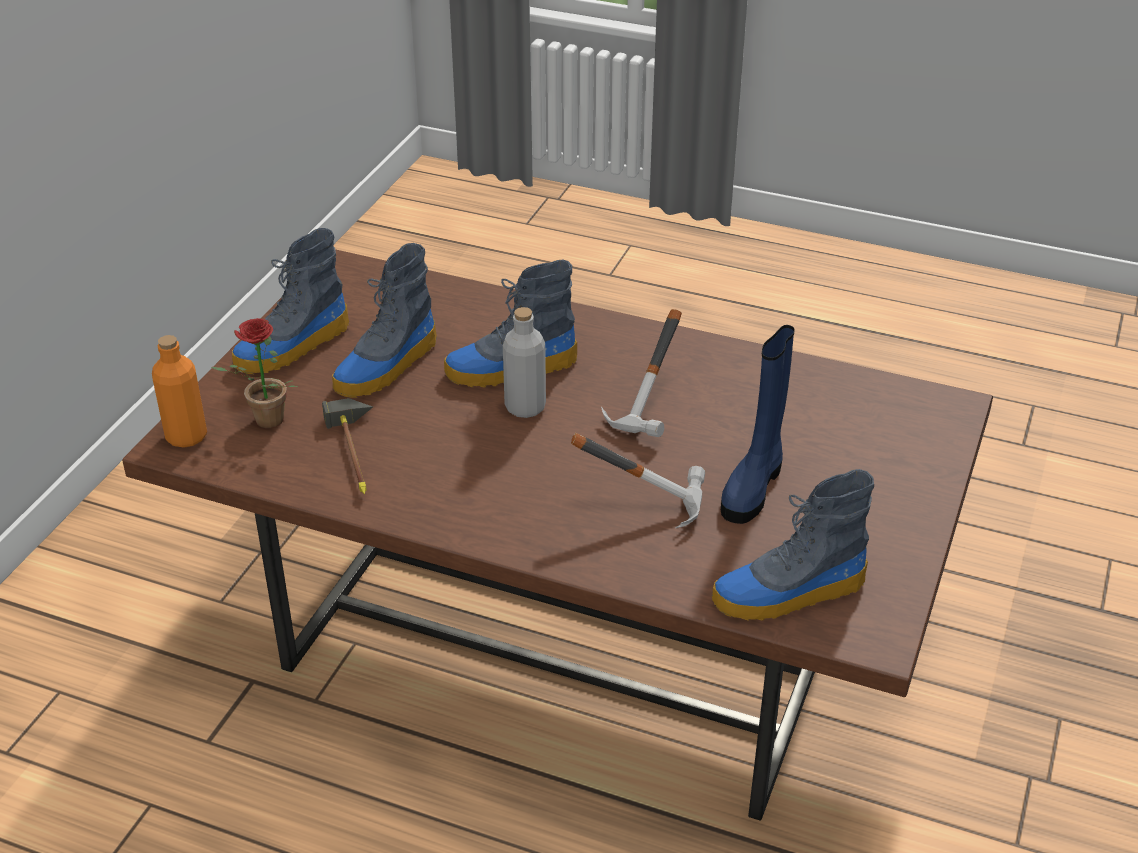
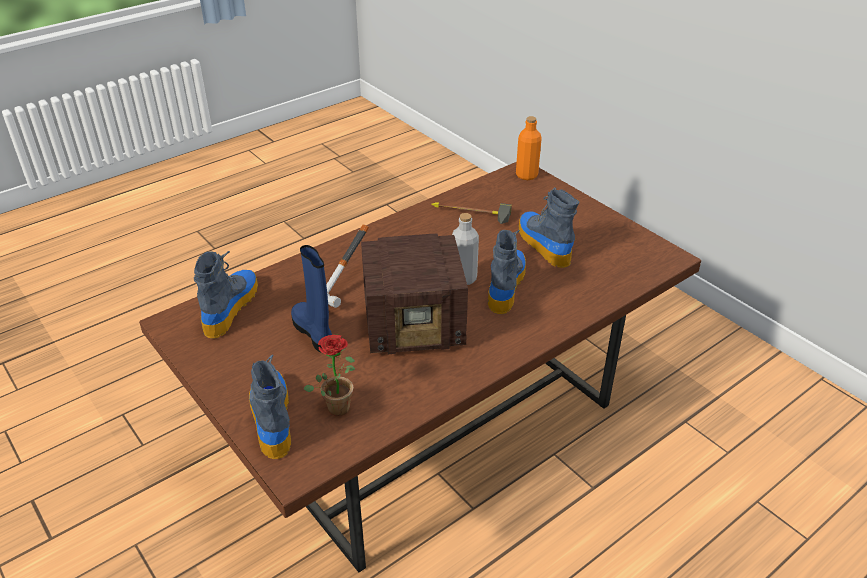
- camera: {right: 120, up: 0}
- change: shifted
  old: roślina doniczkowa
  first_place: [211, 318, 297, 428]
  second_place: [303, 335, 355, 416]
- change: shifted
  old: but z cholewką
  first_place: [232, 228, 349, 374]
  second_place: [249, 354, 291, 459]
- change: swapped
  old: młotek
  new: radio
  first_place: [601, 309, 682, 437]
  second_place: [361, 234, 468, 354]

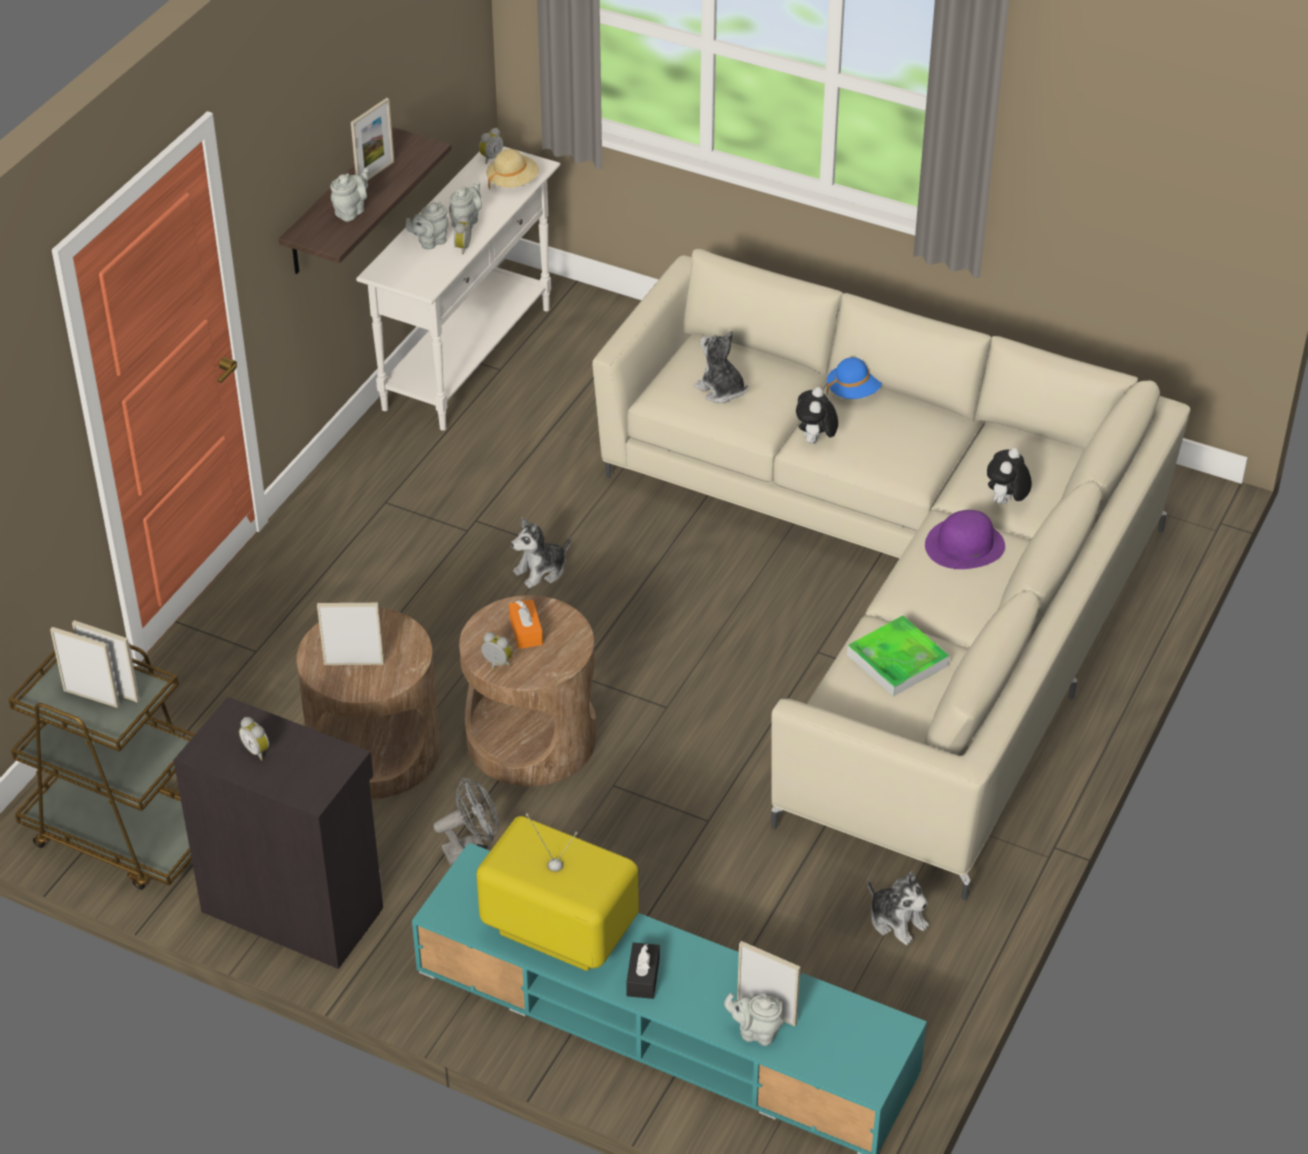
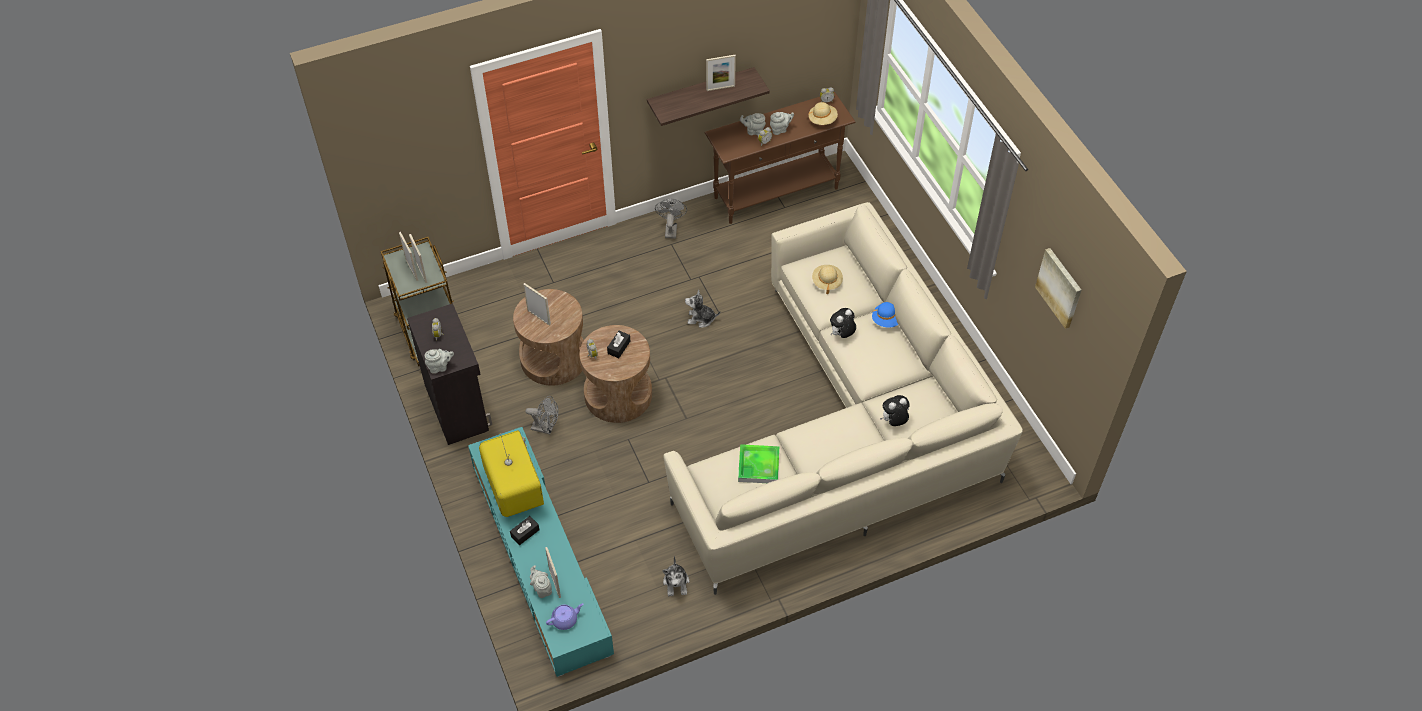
- camera: {right: 40, up: 10}
- change: shifted
  old: imbryk (szary)
  first_place: [330, 168, 368, 222]
  second_place: [425, 349, 454, 374]
- change: repainted
  old: stolik konsolowy (biały)
  new: stolik konsolowy (brązowy)
  first_place: [356, 146, 560, 431]
  second_place: [705, 92, 856, 224]
- change: repainted
  old: pudełko chusteczek (pomarańczowy)
  new: pudełko chusteczek (czarny)
  first_place: [509, 599, 543, 649]
  second_place: [607, 331, 630, 358]
- change: swapped
  old: pluszak
  new: kapelusz (beżowy)
  first_place: [694, 331, 748, 403]
  second_place: [812, 265, 843, 294]
- change: gone
  old: kapelusz (fioletowy)
  first_place: [925, 510, 1005, 569]
- change: new
  new: imbryk (fioletowy)
  second_place: [546, 603, 583, 630]
- change: new
  new: wentylator (szary)
  second_place: [655, 198, 687, 239]
- change: new
  new: obraz
  second_place: [1035, 248, 1081, 329]

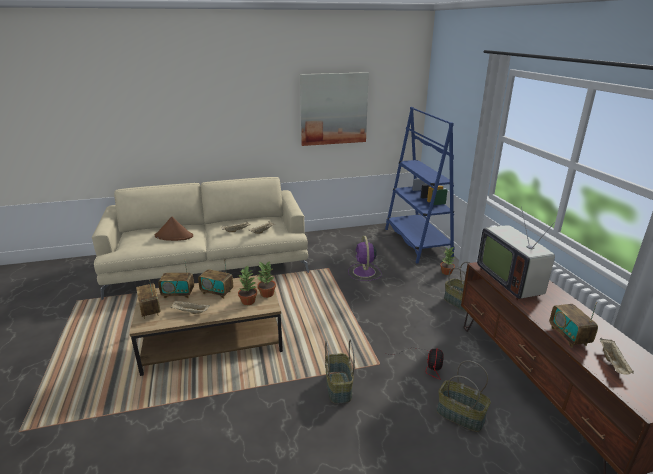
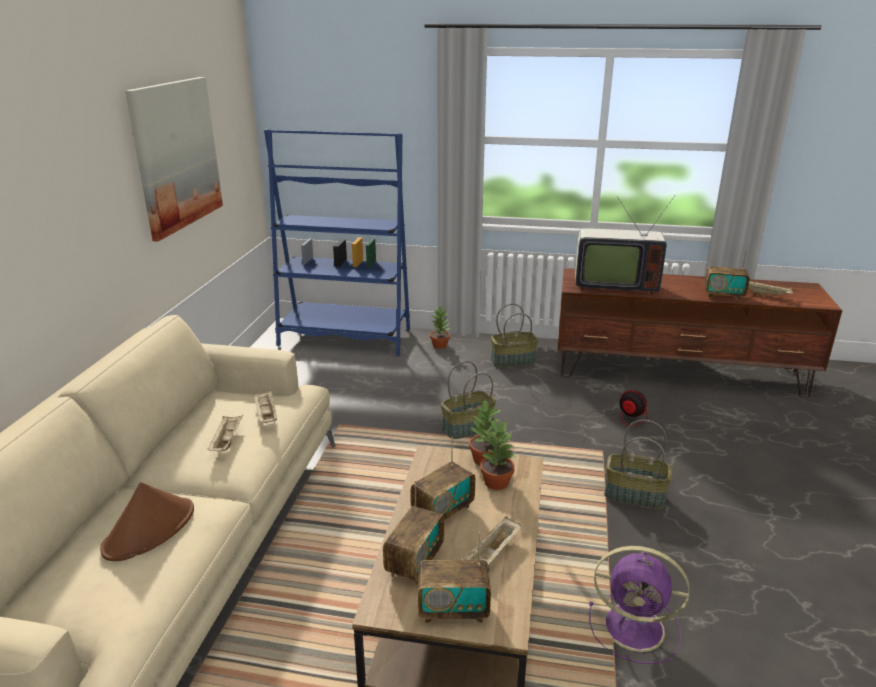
- camera: {right: -65, up: 0}
- change: shifted
  old: wentylator (fioletowy)
  first_place: [348, 236, 382, 281]
  second_place: [589, 546, 690, 664]
- change: shifted
  old: koszyk
  first_place: [437, 360, 491, 432]
  second_place: [441, 361, 496, 439]

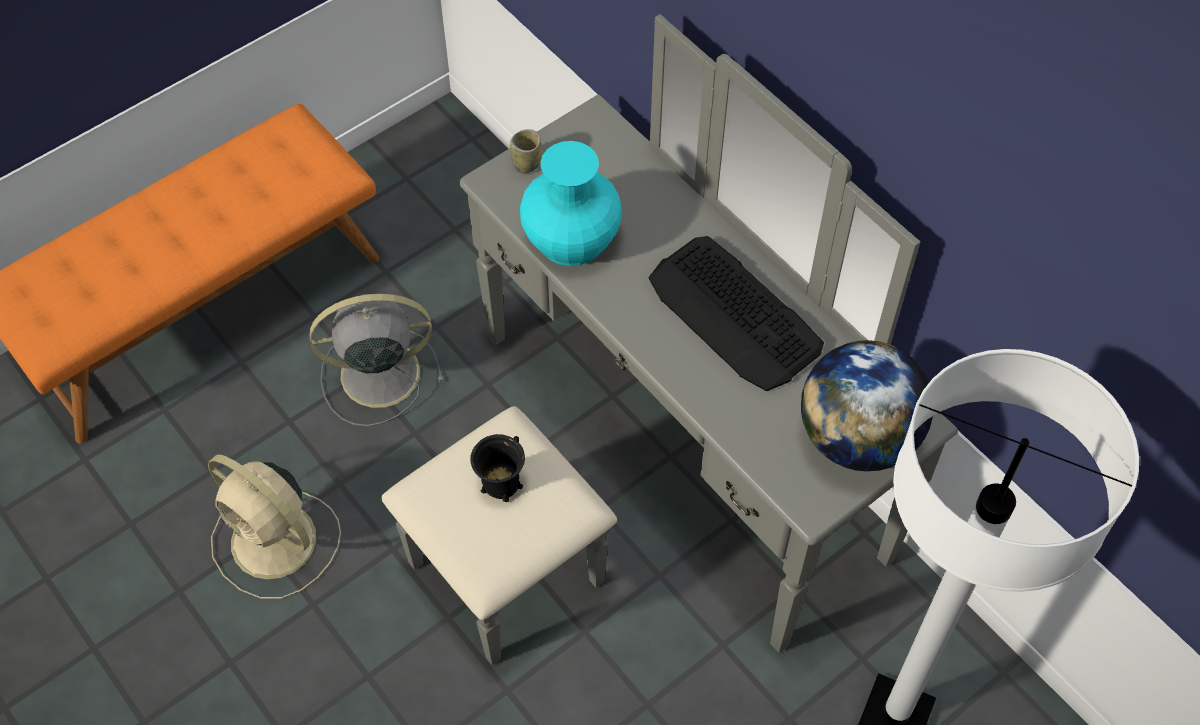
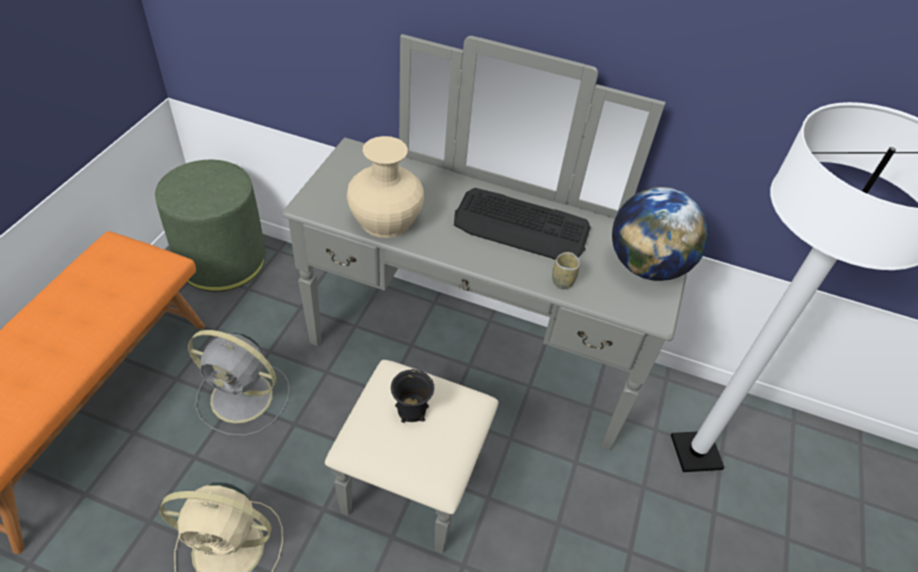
- camera: {right: -35, up: -10}
- change: rotated
  old: wentylator (szary)
  first_place: [309, 294, 444, 426]
  second_place: [188, 330, 290, 436]
  degrees: -120
- change: shifted
  old: filiżanka
  first_place: [510, 129, 542, 173]
  second_place: [552, 252, 580, 289]
- change: repainted
  old: wazon (turkusowy)
  new: wazon (beżowy)
  first_place: [520, 141, 622, 266]
  second_place: [347, 136, 424, 238]
- change: new
  new: pufa (zielony)
  second_place: [155, 160, 265, 292]

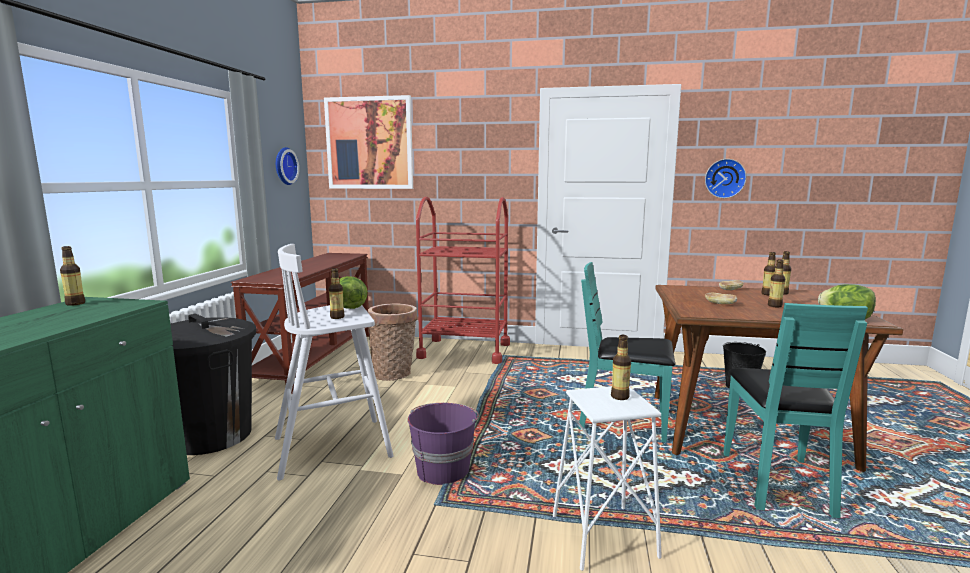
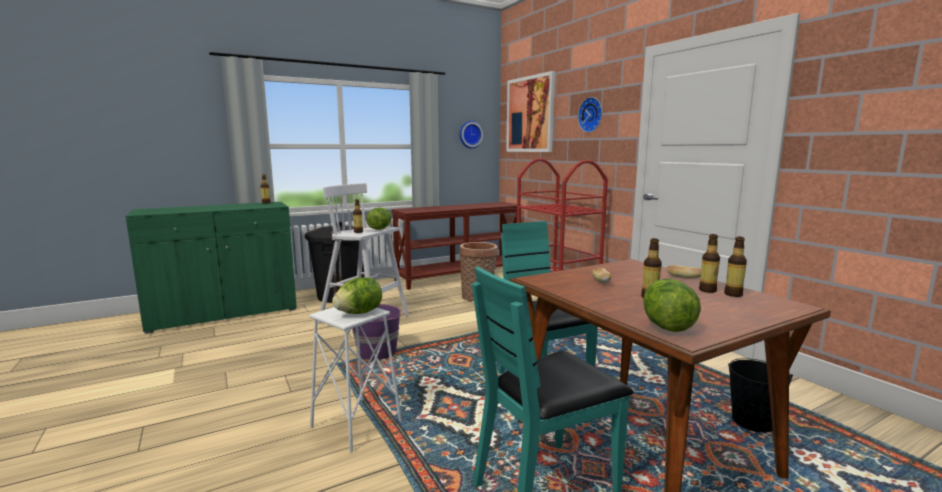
- camera: {right: 50, up: 0}
- change: swapped
  old: butelka
  new: sałata
  first_place: [611, 335, 631, 400]
  second_place: [332, 277, 382, 314]
- change: shifted
  old: zegar ścienny
  first_place: [705, 159, 747, 198]
  second_place: [578, 97, 602, 132]

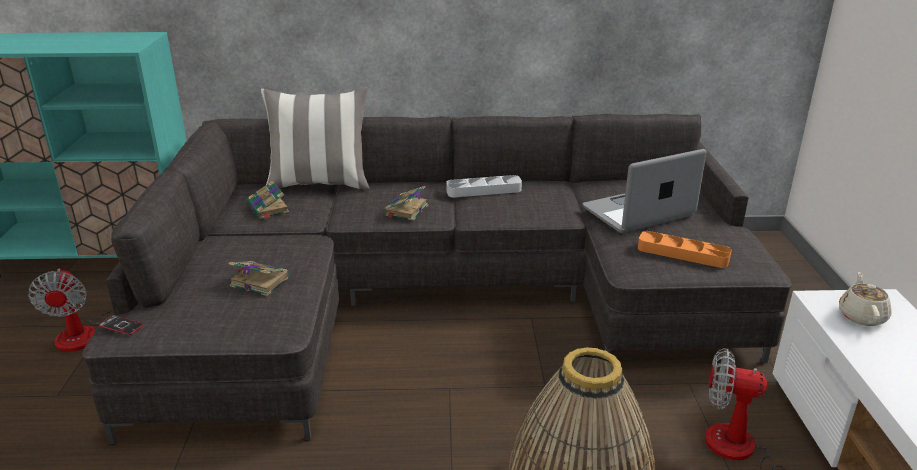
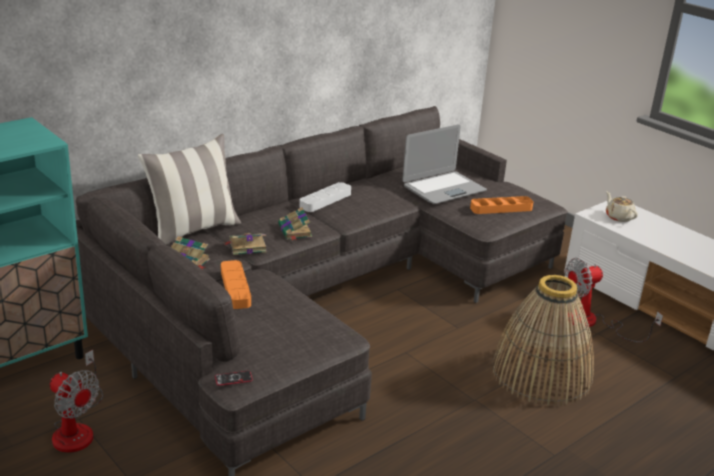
- camera: {right: -40, up: 0}
- change: shifted
  old: książka
  first_place: [229, 261, 289, 296]
  second_place: [225, 233, 267, 255]
- change: rotated
  old: laptop
  first_place: [583, 149, 707, 233]
  second_place: [402, 124, 487, 204]
  degrees: -150
- change: new
  new: taca (pomarańczowy)
  second_place: [221, 260, 251, 309]

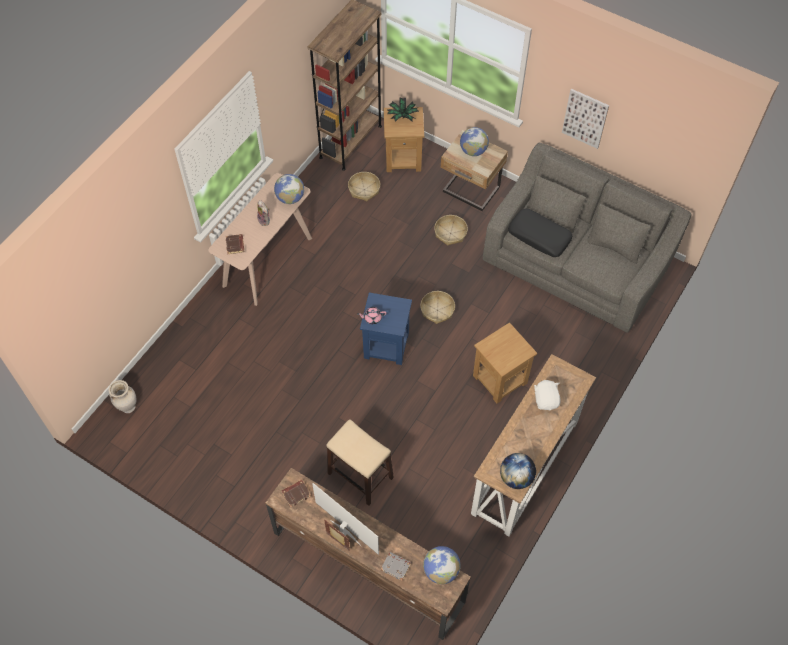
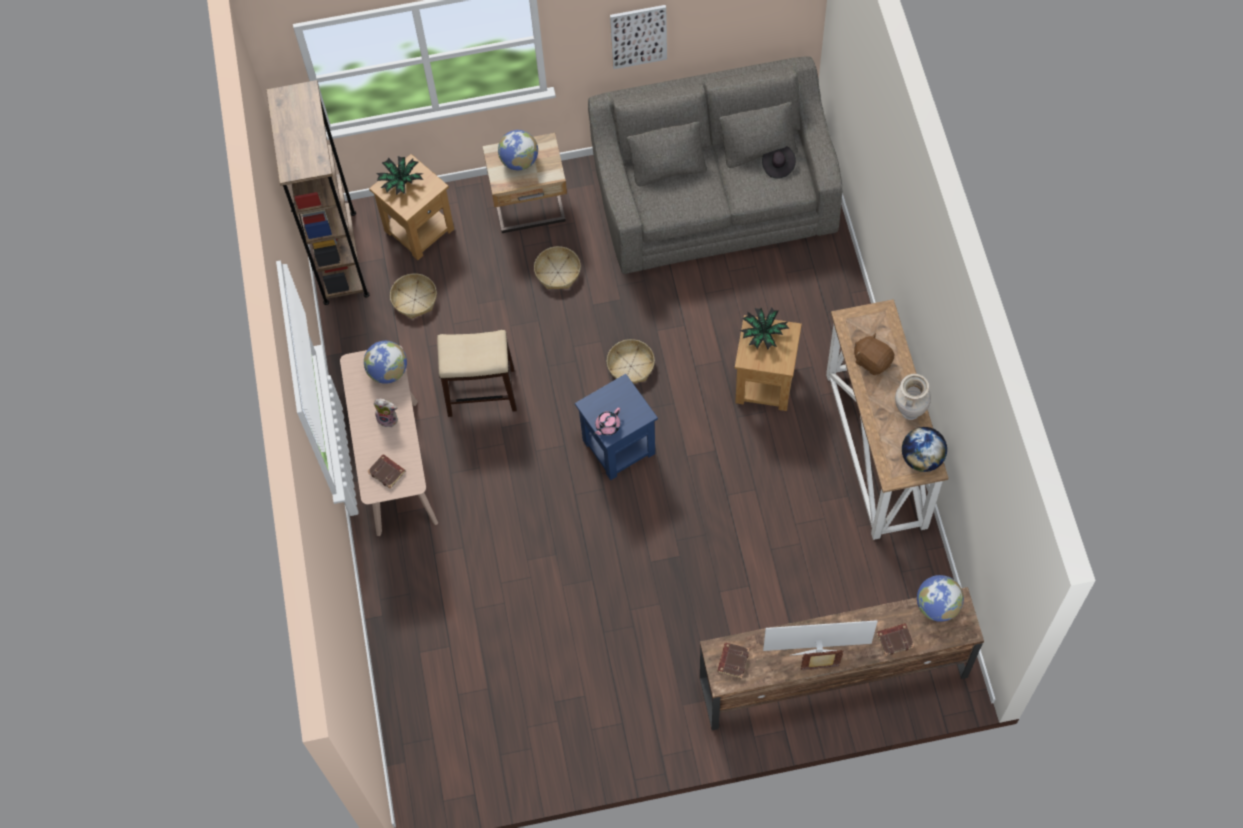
- camera: {right: -40, up: 5}
- change: shifted
  old: wazon (beżowy)
  first_place: [108, 380, 137, 413]
  second_place: [895, 374, 931, 420]
- change: shifted
  old: stołek
  first_place: [326, 419, 394, 506]
  second_place: [437, 330, 517, 417]
- change: repainted
  old: książka (szary)
  new: książka (brązowy)
  first_place: [381, 552, 411, 580]
  second_place: [877, 623, 914, 656]
- change: gone
  old: poduszka (czarny)
  first_place: [508, 209, 573, 257]
- change: repainted
  old: pluszak (biały)
  new: pluszak (brązowy)
  first_place: [534, 380, 561, 410]
  second_place: [854, 333, 895, 375]
- change: new
  new: roślina doniczkowa
  second_place: [740, 308, 789, 350]
- change: new
  new: kapelusz (czarny)
  second_place: [762, 146, 796, 179]

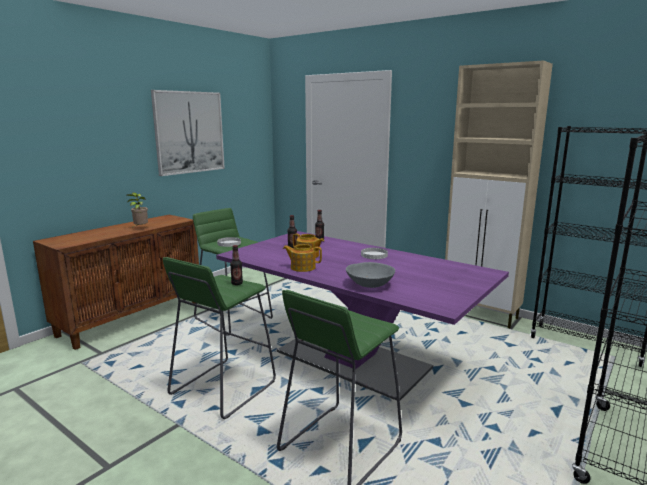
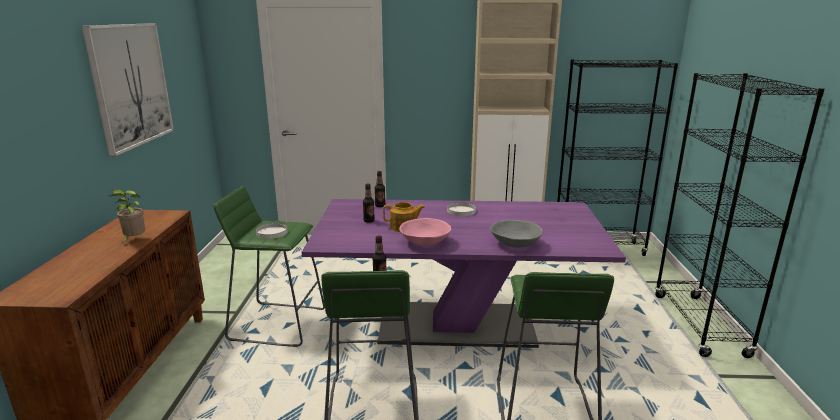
- camera: {right: -35, up: 5}
- change: swapped
  old: imbryk
  new: miska (różowy)
  first_place: [283, 244, 322, 272]
  second_place: [400, 218, 451, 246]

